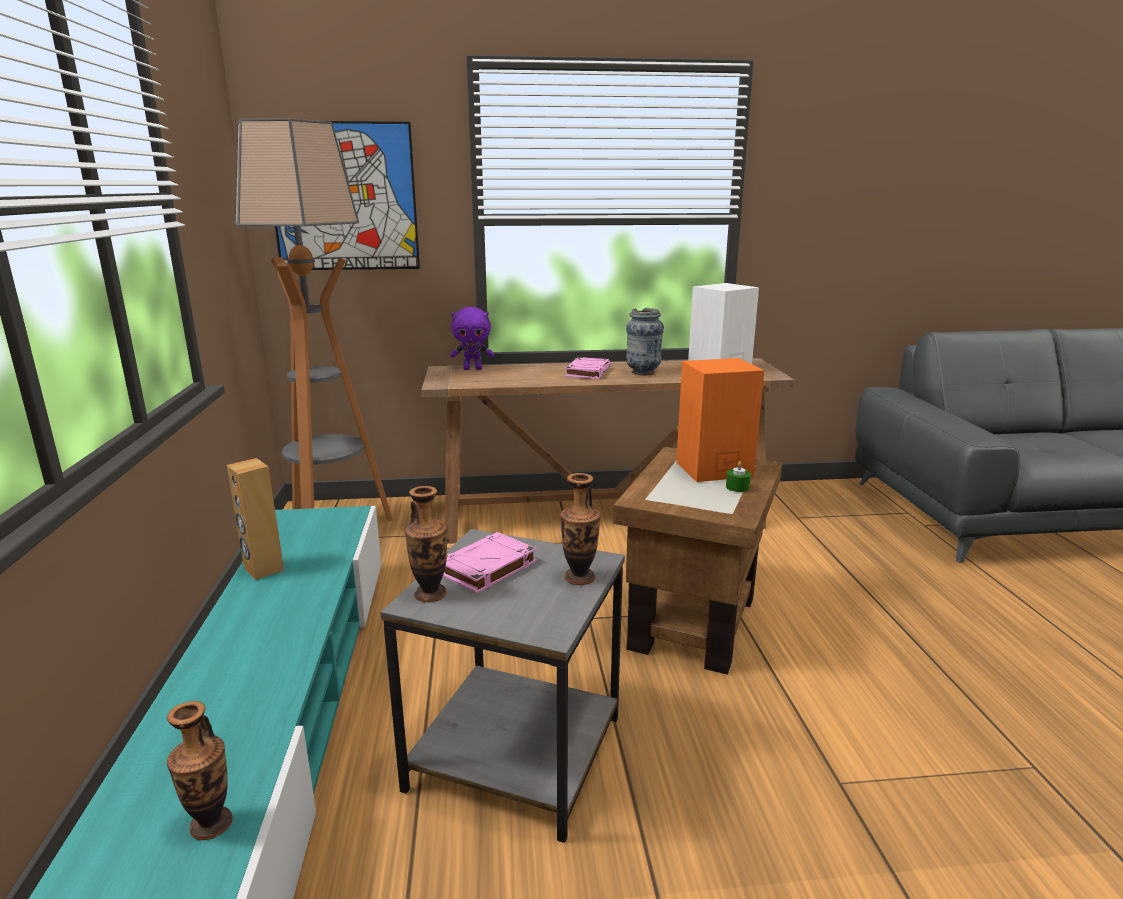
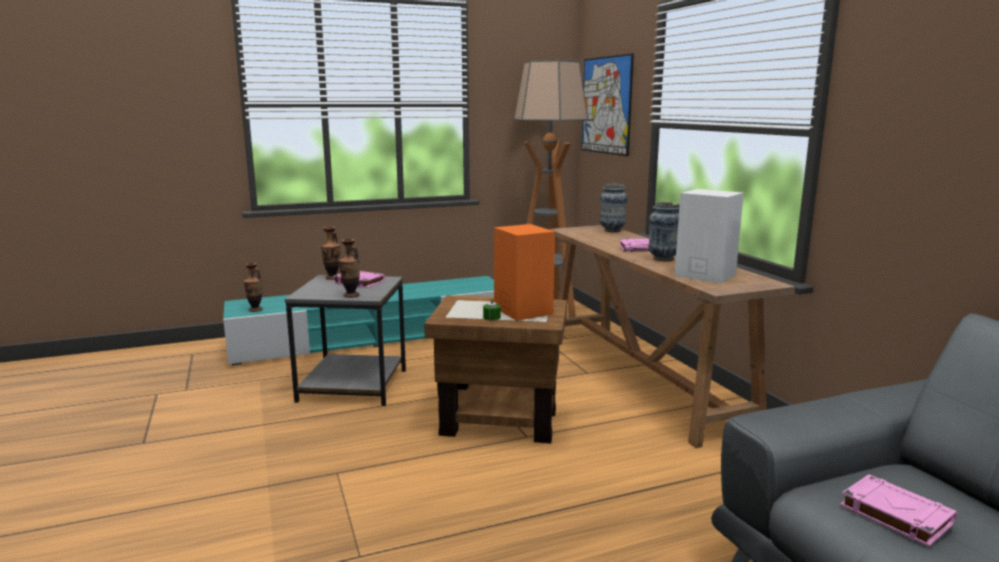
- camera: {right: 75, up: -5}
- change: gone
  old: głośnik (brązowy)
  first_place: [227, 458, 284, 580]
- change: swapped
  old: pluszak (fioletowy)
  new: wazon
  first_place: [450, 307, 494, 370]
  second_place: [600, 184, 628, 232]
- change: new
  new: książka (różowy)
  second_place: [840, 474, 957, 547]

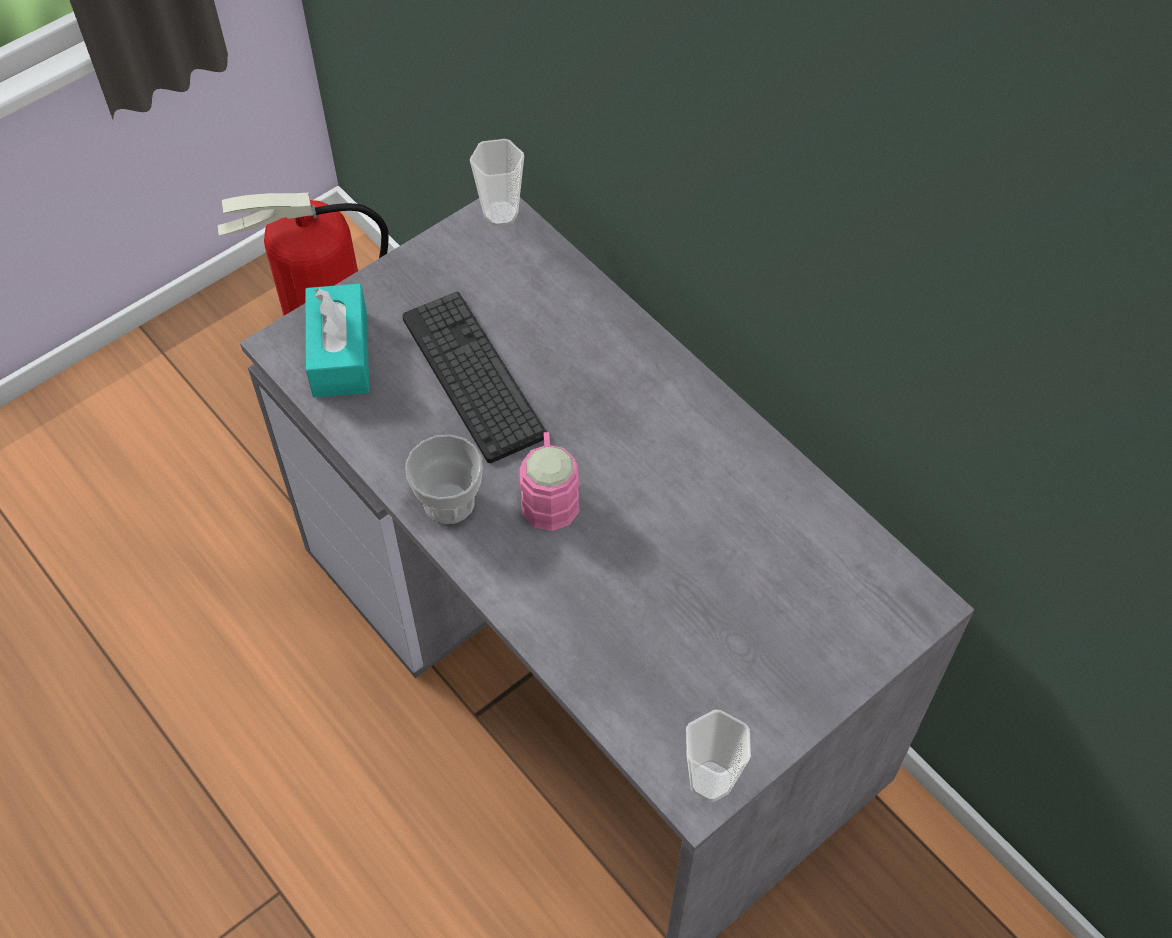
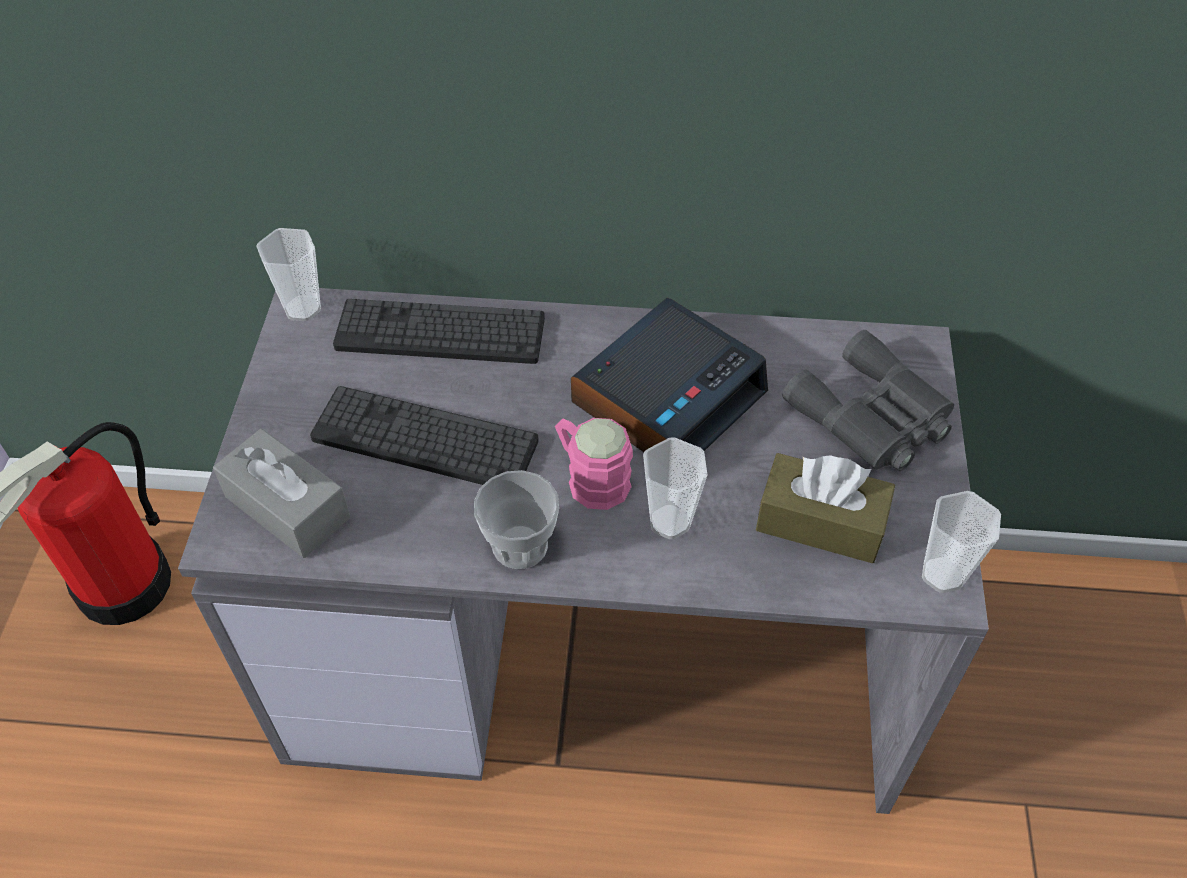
- camera: {right: -45, up: -5}
- change: repainted
  old: pudełko chusteczek (turkusowy)
  new: pudełko chusteczek (szary)
  first_place: [305, 284, 369, 398]
  second_place: [213, 429, 350, 558]
- change: new
  new: klawiatura
  second_place: [333, 299, 545, 364]
- change: new
  new: budzik
  second_place: [571, 298, 768, 452]
- change: new
  new: filiżanka
  second_place: [643, 437, 707, 539]
- change: new
  new: pudełko chusteczek (brązowy)
  second_place: [756, 453, 895, 563]
- change: new
  new: lornetka (szary)
  second_place: [783, 330, 954, 471]

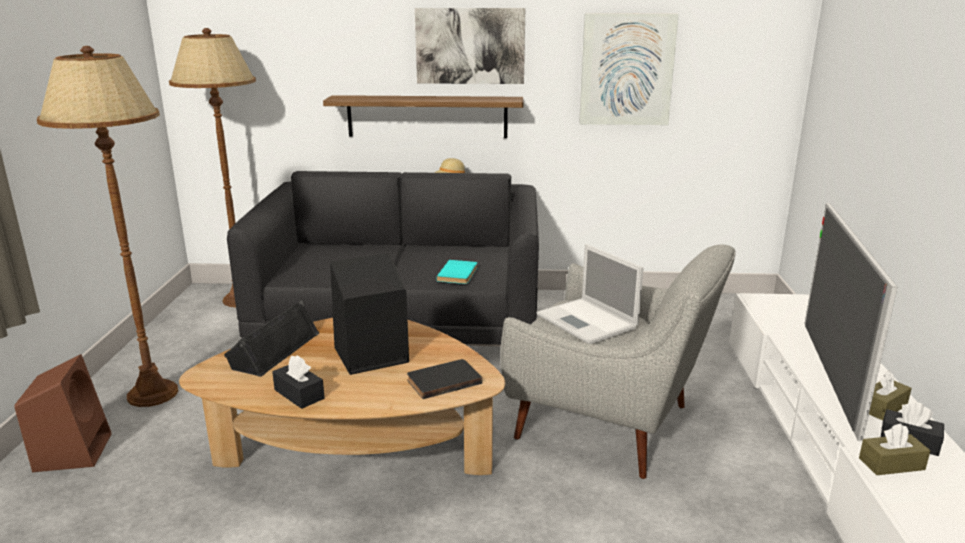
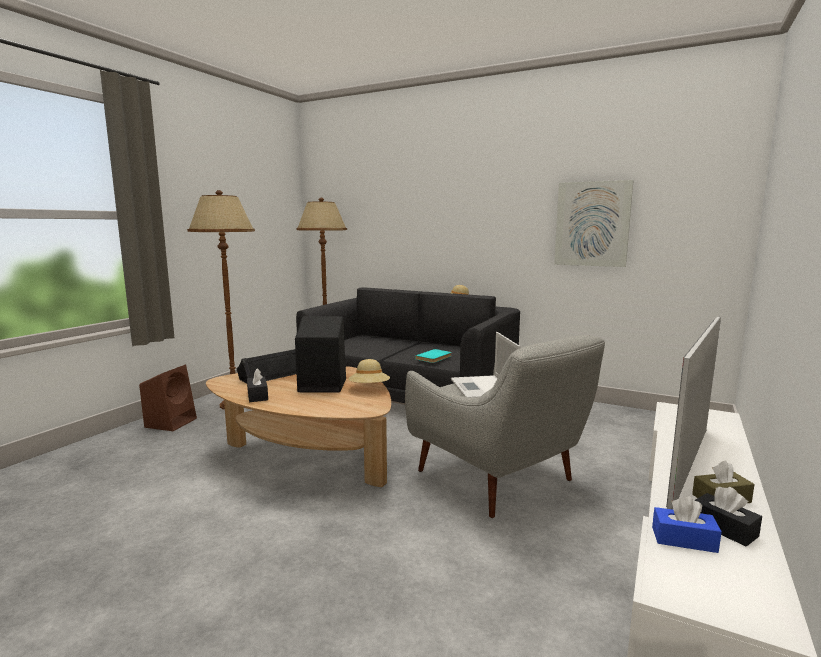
- camera: {right: 25, up: -10}
- change: gone
  old: półka
  first_place: [323, 95, 523, 138]
- change: gone
  old: książka (czarny)
  first_place: [407, 359, 482, 399]
- change: gone
  old: obraz
  first_place: [415, 8, 525, 84]
- change: repainted
  old: pudełko chusteczek (brązowy)
  new: pudełko chusteczek (niebieski)
  first_place: [859, 424, 931, 475]
  second_place: [652, 496, 722, 553]
- change: new
  new: kapelusz (beżowy)
  second_place: [348, 359, 390, 383]

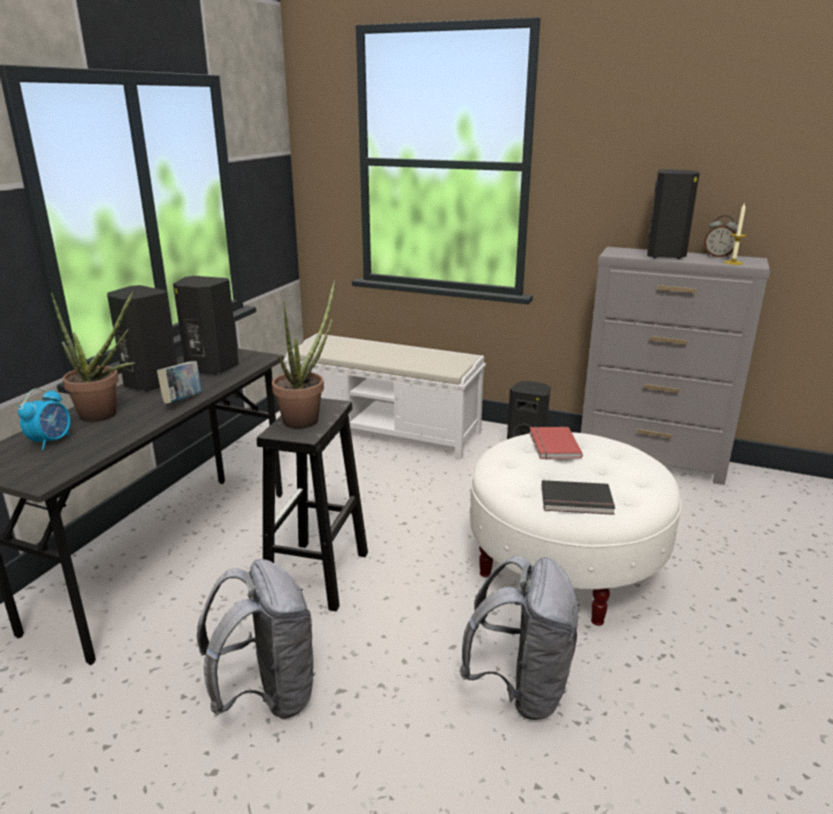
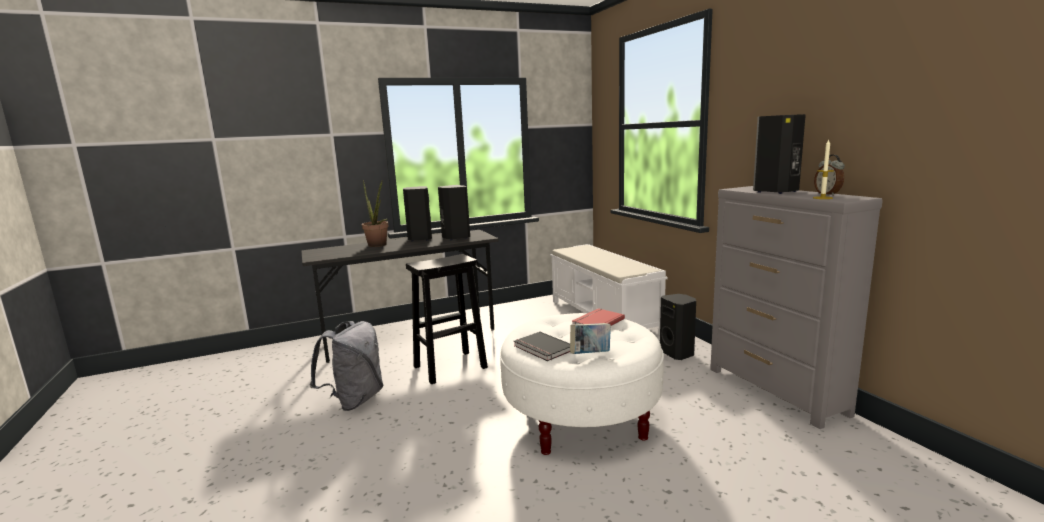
- camera: {right: 45, up: -10}
- change: gone
  old: budzik
  first_place: [18, 388, 70, 450]
- change: shifted
  old: książka
  first_place: [157, 361, 202, 404]
  second_place: [570, 323, 611, 354]
- change: gone
  old: roślina doniczkowa
  first_place: [272, 281, 335, 429]
- change: gone
  old: plecak (szary)
  first_place: [459, 556, 580, 720]

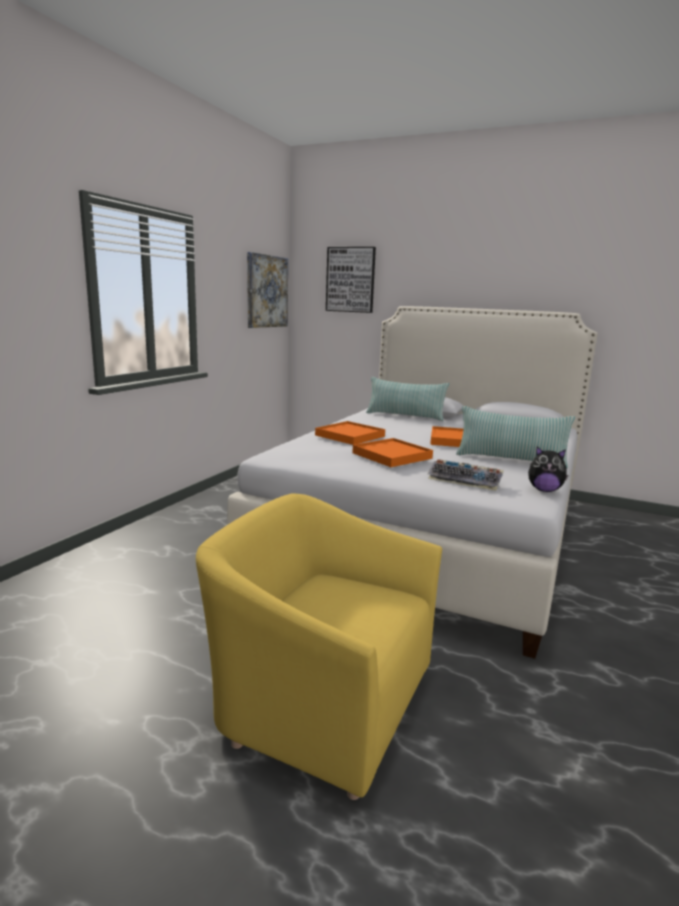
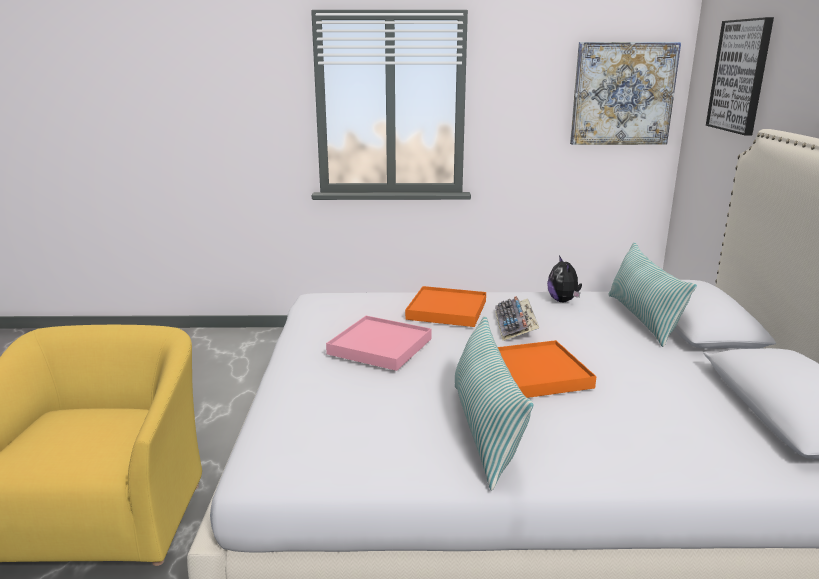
- camera: {right: 65, up: 5}
- change: repainted
  old: taca (pomarańczowy)
  new: taca (różowy)
  first_place: [352, 438, 433, 467]
  second_place: [326, 316, 432, 371]
- change: shifted
  old: klawiatura
  first_place: [427, 459, 504, 491]
  second_place: [495, 296, 539, 341]
- change: shifted
  old: pluszak
  first_place: [528, 446, 569, 492]
  second_place: [547, 255, 582, 302]

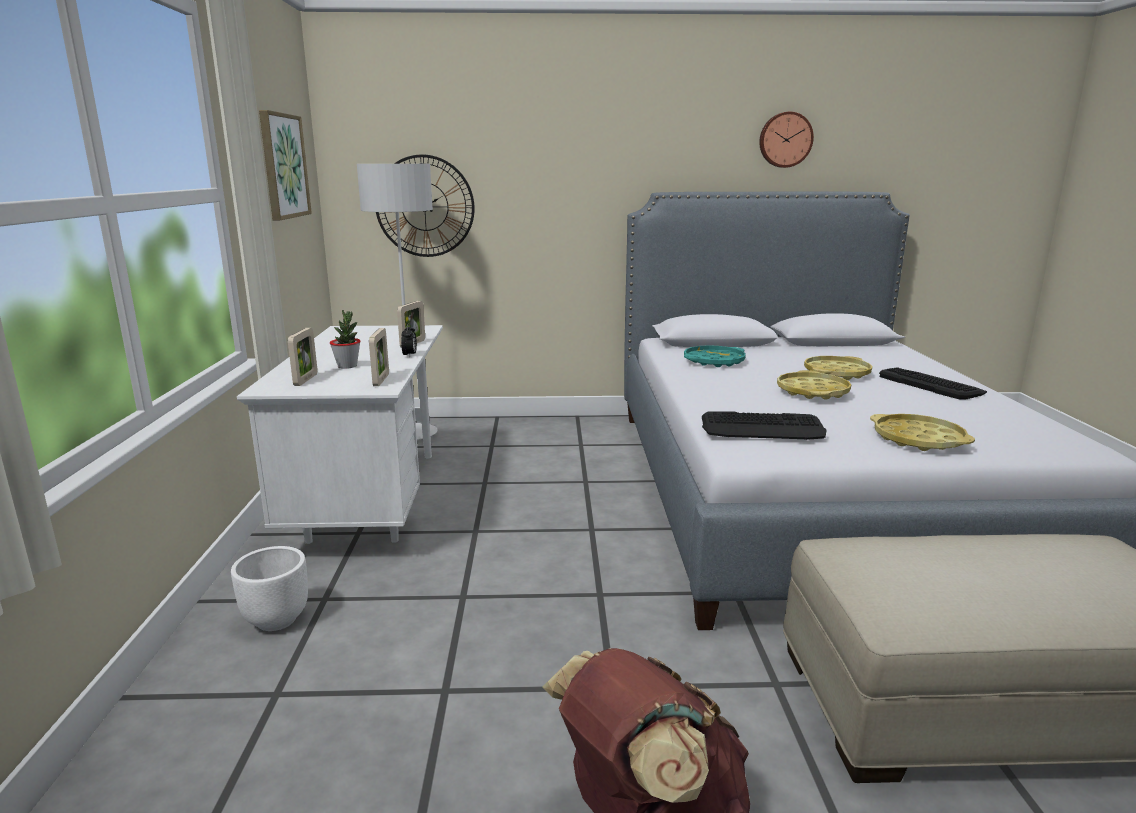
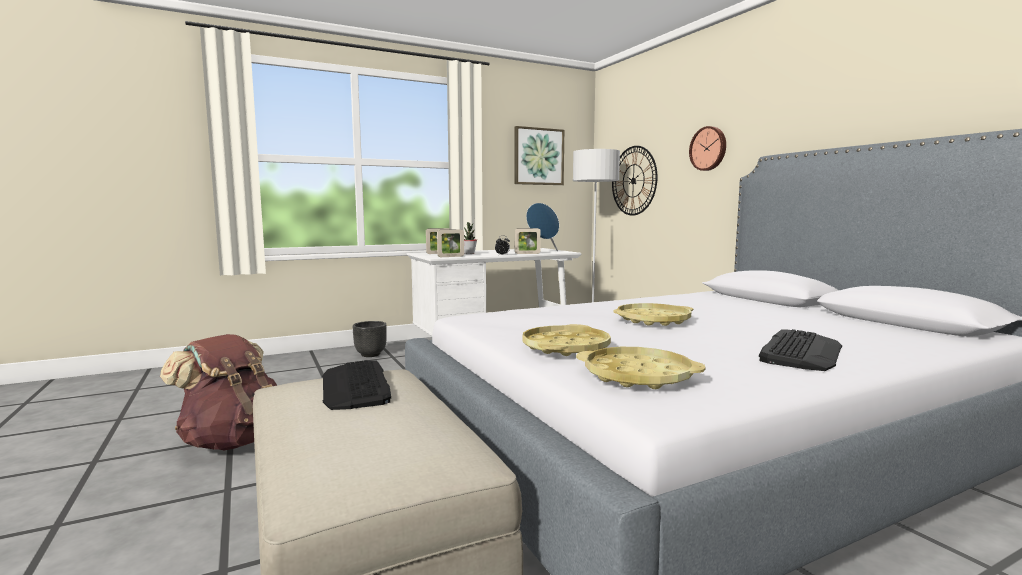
- camera: {right: 65, up: -10}
- change: repainted
  old: donica (biały)
  new: donica (czarny)
  first_place: [231, 546, 308, 631]
  second_place: [353, 321, 387, 357]
- change: gone
  old: taca (turkusowy)
  first_place: [684, 345, 746, 367]
- change: shifted
  old: klawiatura
  first_place: [702, 411, 826, 440]
  second_place: [322, 360, 391, 410]
- change: shifted
  old: zegar ścienny
  first_place: [759, 112, 814, 168]
  second_place: [689, 126, 726, 171]
- change: shifted
  old: taca (żółty)
  first_place: [804, 356, 872, 380]
  second_place: [576, 347, 705, 389]
- change: new
  new: głośnik (niebieski)
  second_place: [526, 203, 559, 251]

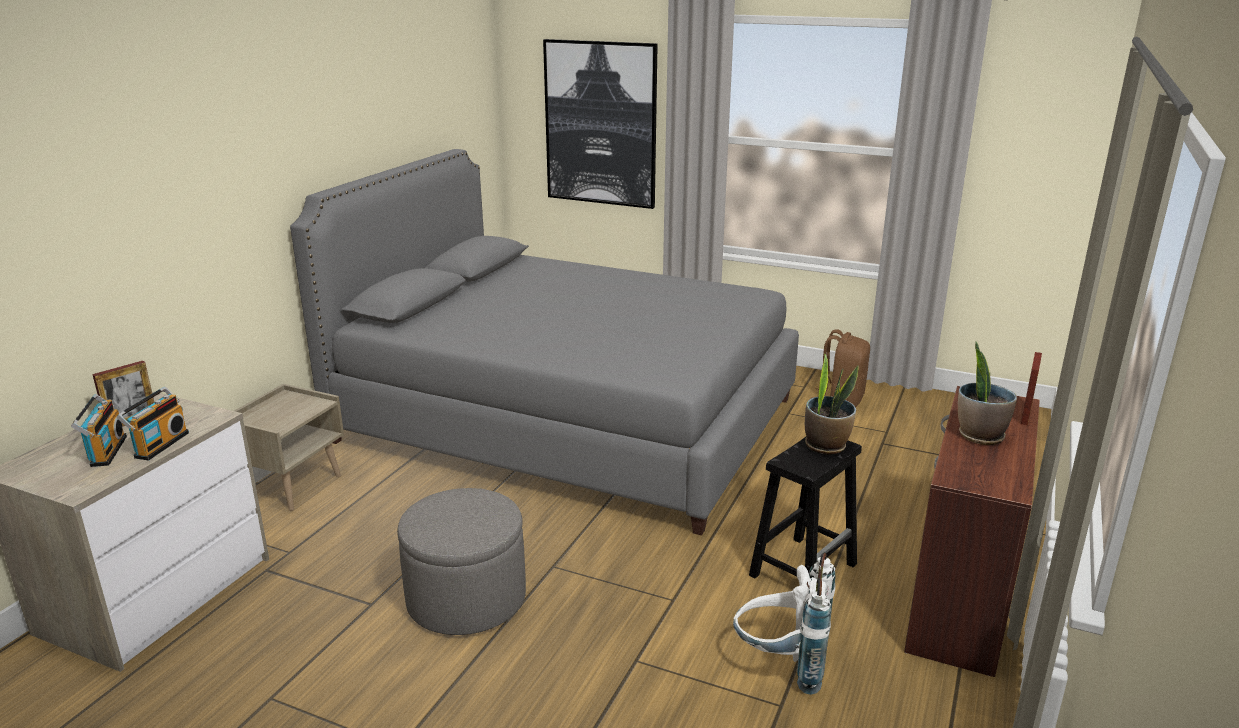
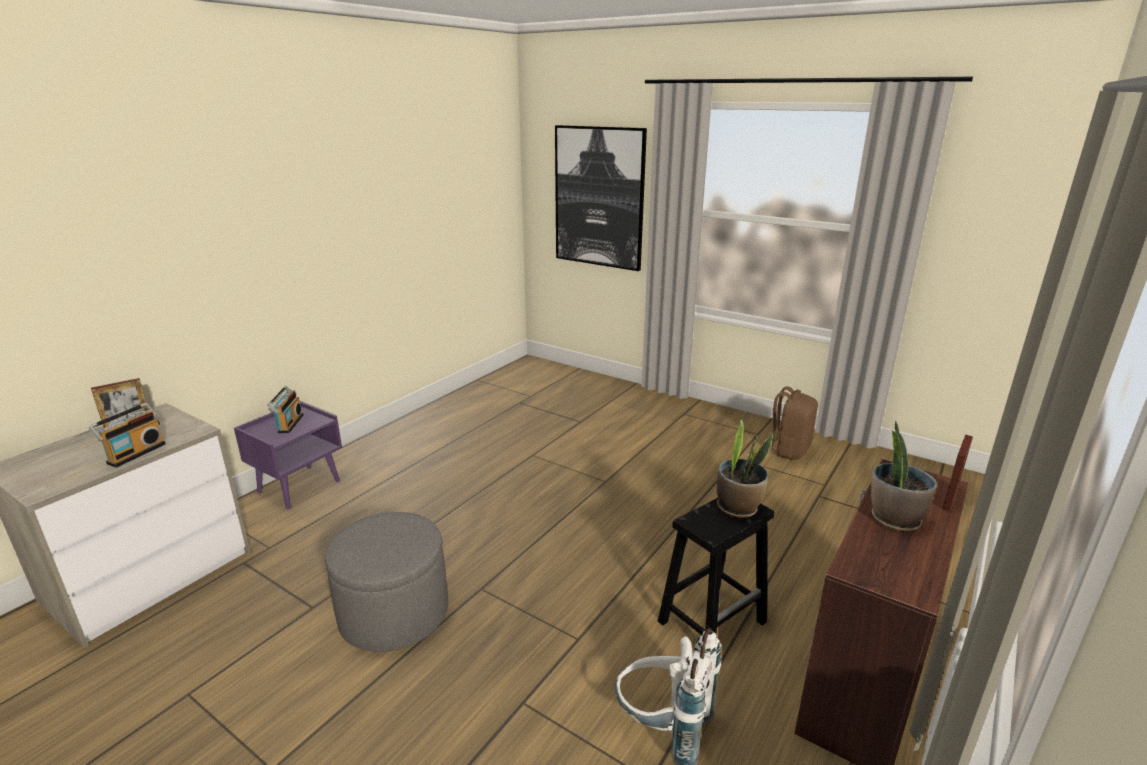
- camera: {right: 10, up: 0}
- change: shifted
  old: radio
  first_place: [71, 394, 127, 467]
  second_place: [267, 386, 304, 433]
- change: repainted
  old: szafka nocna (beżowy)
  new: szafka nocna (fioletowy)
  first_place: [234, 384, 344, 511]
  second_place: [234, 401, 342, 509]
- change: gone
  old: łóżko (szary)
  first_place: [290, 149, 799, 535]

